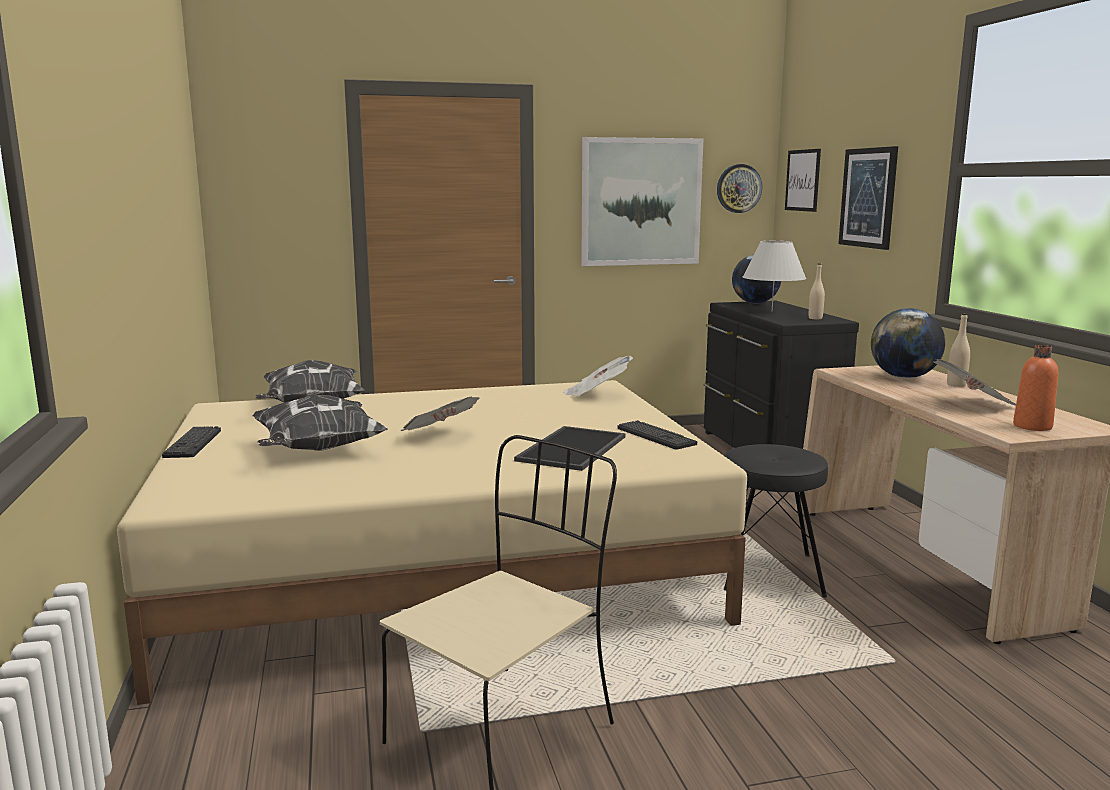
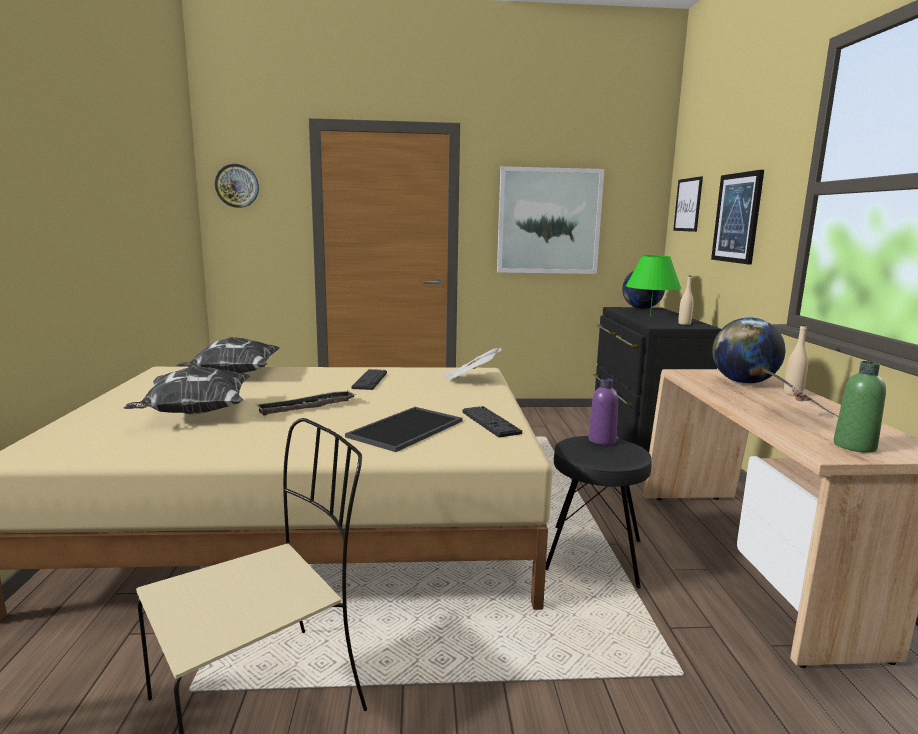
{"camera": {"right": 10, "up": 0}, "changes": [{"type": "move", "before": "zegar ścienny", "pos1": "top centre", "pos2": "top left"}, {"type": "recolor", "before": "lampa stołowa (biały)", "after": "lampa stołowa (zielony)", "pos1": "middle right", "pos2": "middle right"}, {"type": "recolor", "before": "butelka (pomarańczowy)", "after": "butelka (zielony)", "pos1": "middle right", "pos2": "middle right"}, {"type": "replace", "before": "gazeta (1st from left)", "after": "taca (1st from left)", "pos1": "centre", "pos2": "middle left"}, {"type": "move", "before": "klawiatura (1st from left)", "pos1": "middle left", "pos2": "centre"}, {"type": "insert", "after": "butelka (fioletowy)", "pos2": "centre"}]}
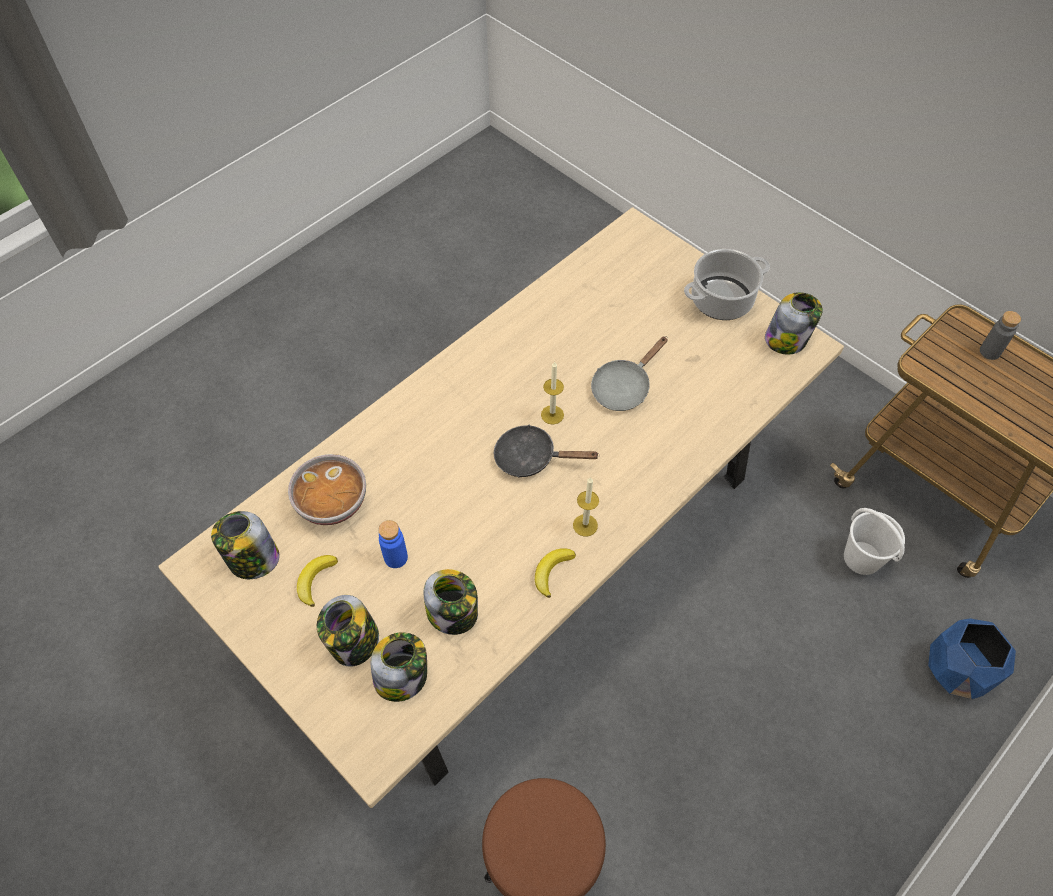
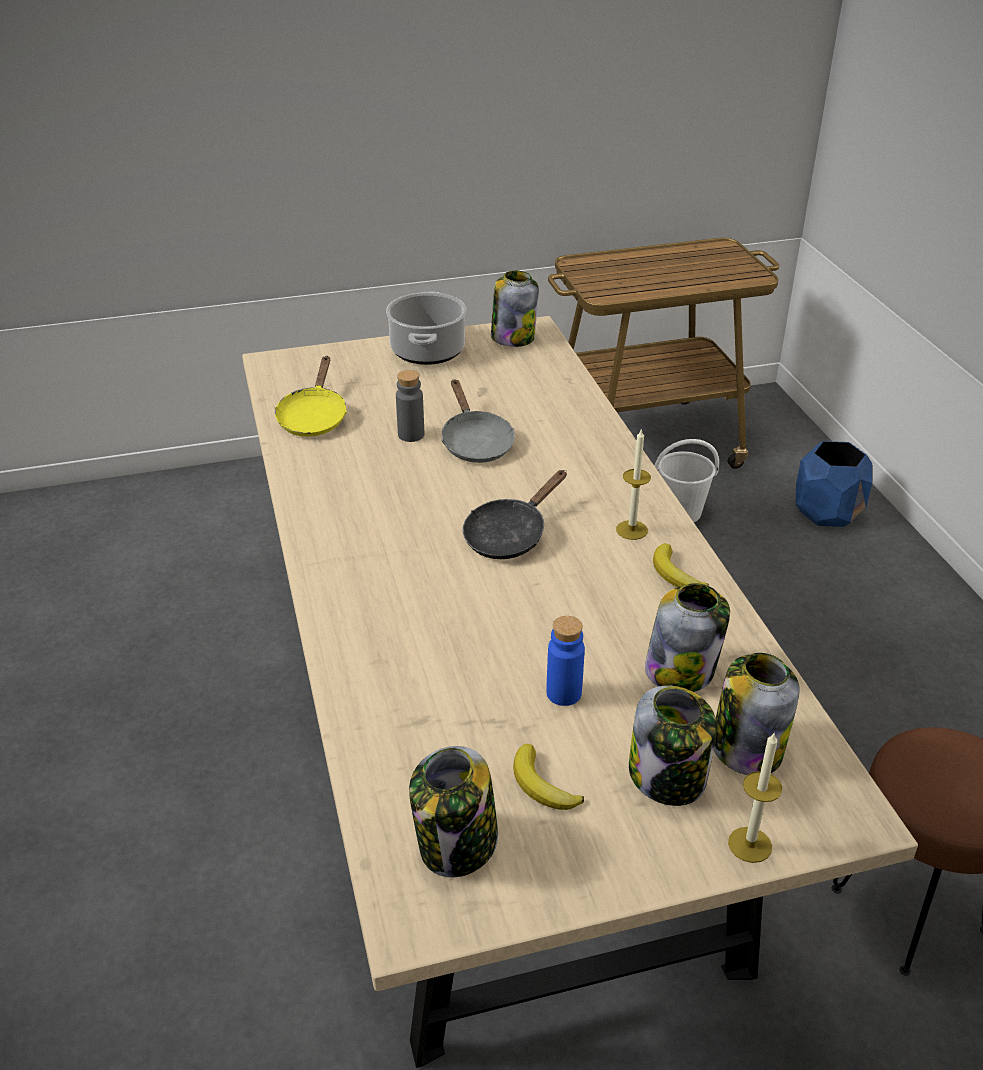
{"camera": {"right": -60, "up": -20}, "changes": [{"type": "move", "before": "butelka (szary)", "pos1": "middle right", "pos2": "centre"}, {"type": "move", "before": "świeca (1st from left in the first image)", "after": "świeca (2nd from left)", "pos1": "centre", "pos2": "bottom right"}, {"type": "delete", "before": "miska", "pos1": "middle left"}, {"type": "insert", "after": "patelnia (żółty)", "pos2": "middle left"}]}
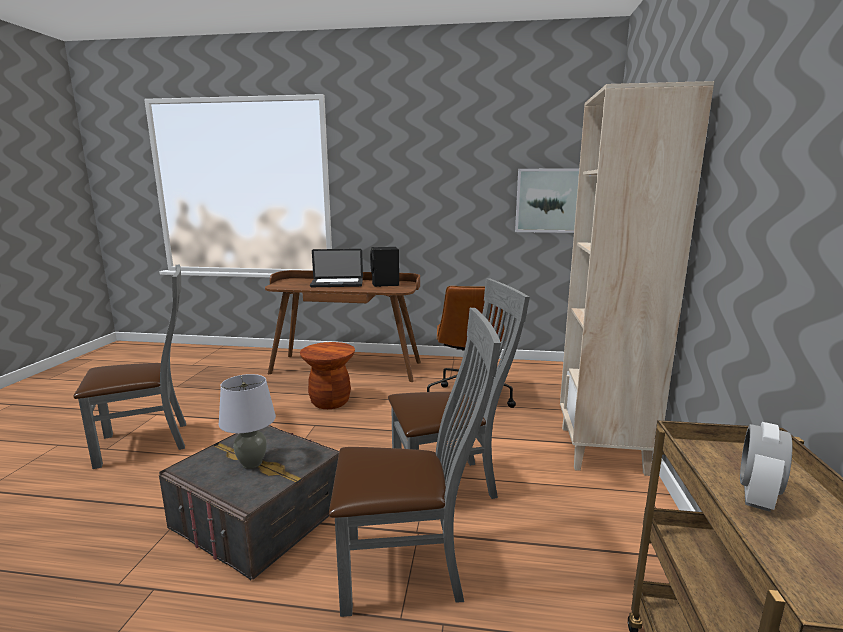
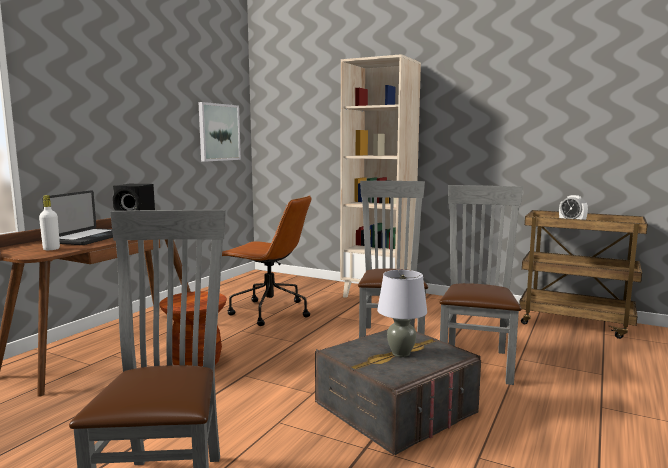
{"camera": {"right": -70, "up": -5}, "changes": [{"type": "insert", "after": "butelka (biały)", "pos2": "middle left"}]}
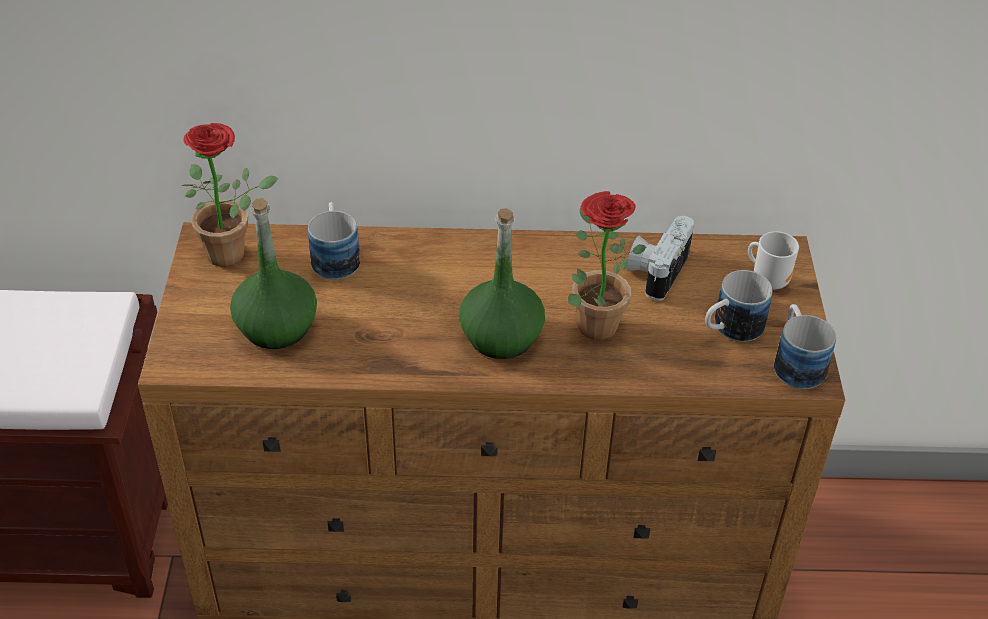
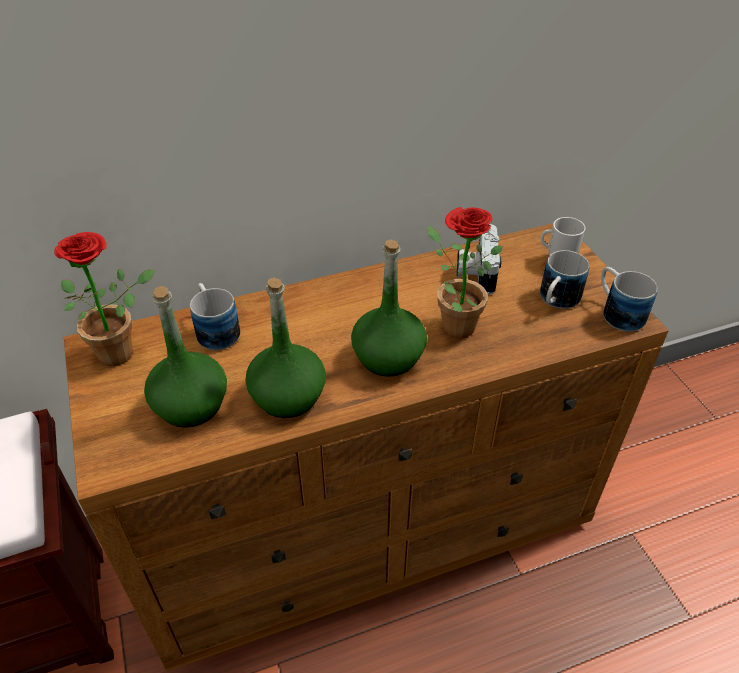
{"camera": {"right": -20, "up": 0}, "changes": [{"type": "insert", "after": "butelka (zielony) (2nd from left)", "pos2": "centre"}]}
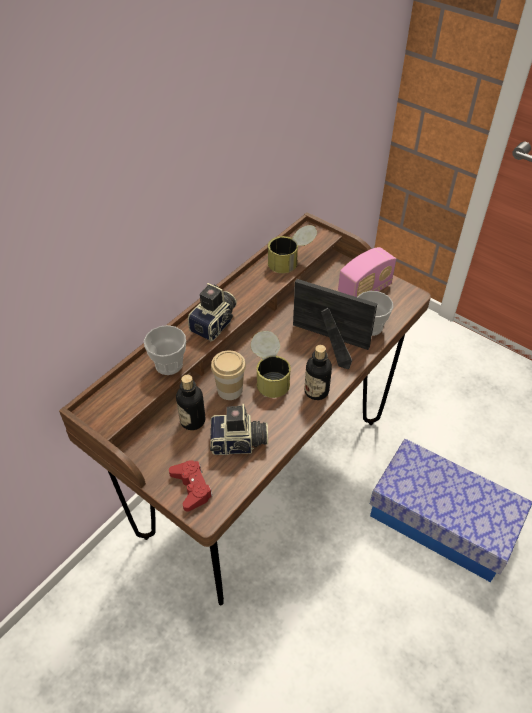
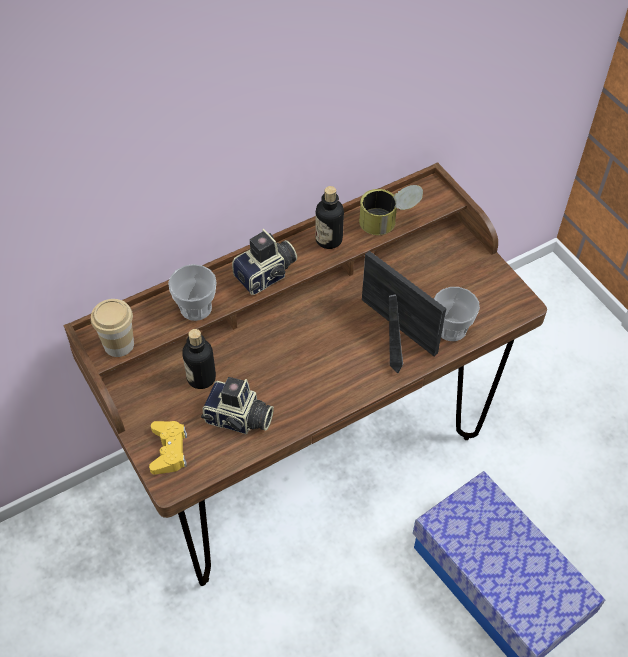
{"camera": {"right": 20, "up": 5}, "changes": [{"type": "delete", "before": "radio", "pos1": "middle right"}, {"type": "delete", "before": "puszka (1st from left)", "pos1": "centre"}, {"type": "move", "before": "butelka (2nd from left)", "pos1": "centre", "pos2": "top centre"}, {"type": "move", "before": "filiżanka (2nd from left in the first image)", "after": "filiżanka (1st from left)", "pos1": "centre", "pos2": "middle left"}, {"type": "recolor", "before": "pad do gier (czerwony)", "after": "pad do gier (żółty)", "pos1": "bottom centre", "pos2": "bottom left"}]}
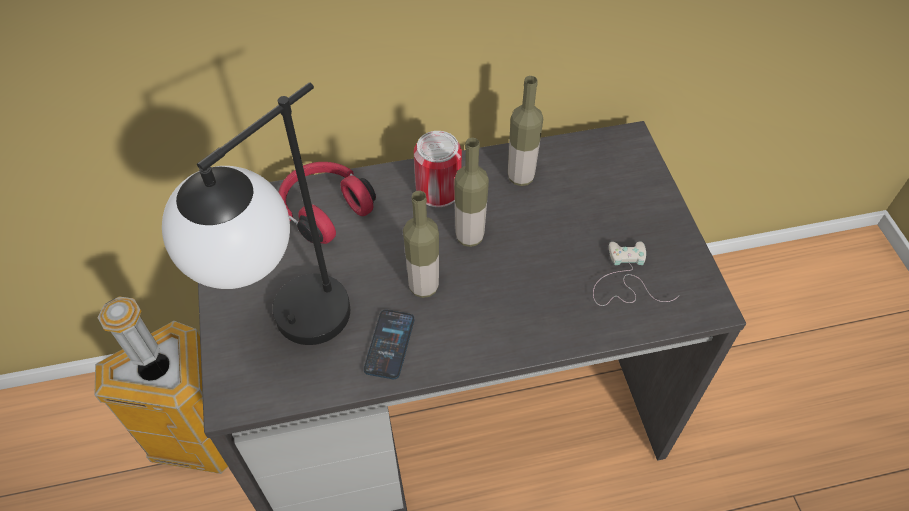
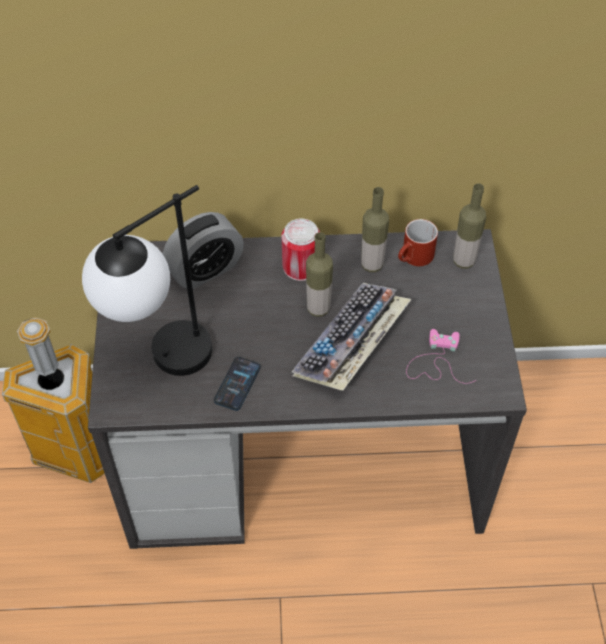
{"camera": {"right": 10, "up": 0}, "changes": [{"type": "replace", "before": "słuchawki (czerwony)", "after": "budzik", "pos1": "centre", "pos2": "centre"}, {"type": "move", "before": "butelka (1st from left in the first image)", "after": "butelka (3rd from left)", "pos1": "centre", "pos2": "middle right"}, {"type": "recolor", "before": "pad do gier (biały)", "after": "pad do gier (różowy)", "pos1": "middle right", "pos2": "middle right"}, {"type": "insert", "after": "kubek (czerwony)", "pos2": "middle right"}, {"type": "insert", "after": "klawiatura", "pos2": "centre"}]}
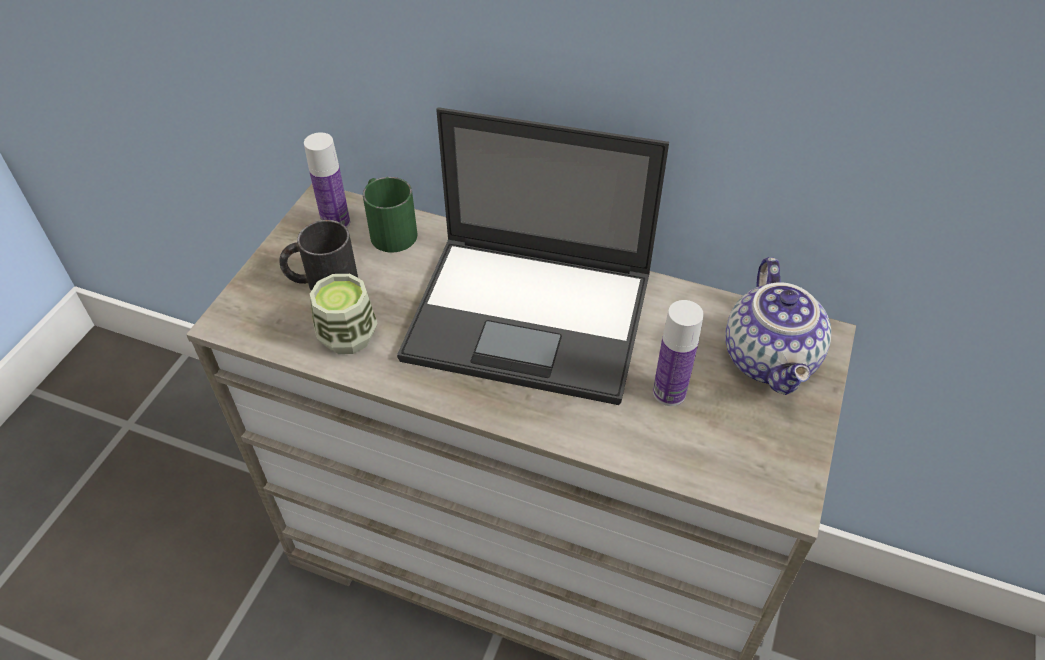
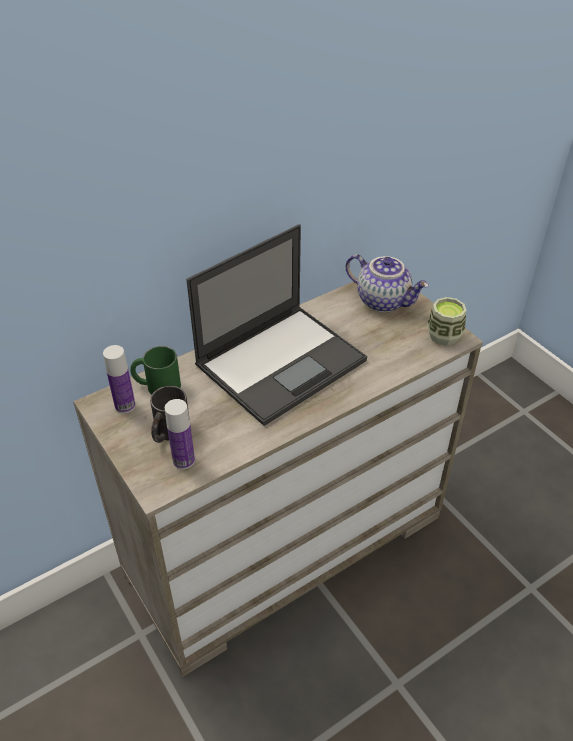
{"camera": {"right": -55, "up": -5}, "changes": [{"type": "move", "before": "filiżanka", "pos1": "middle left", "pos2": "middle right"}, {"type": "move", "before": "butelka (2nd from left)", "pos1": "centre", "pos2": "middle left"}]}
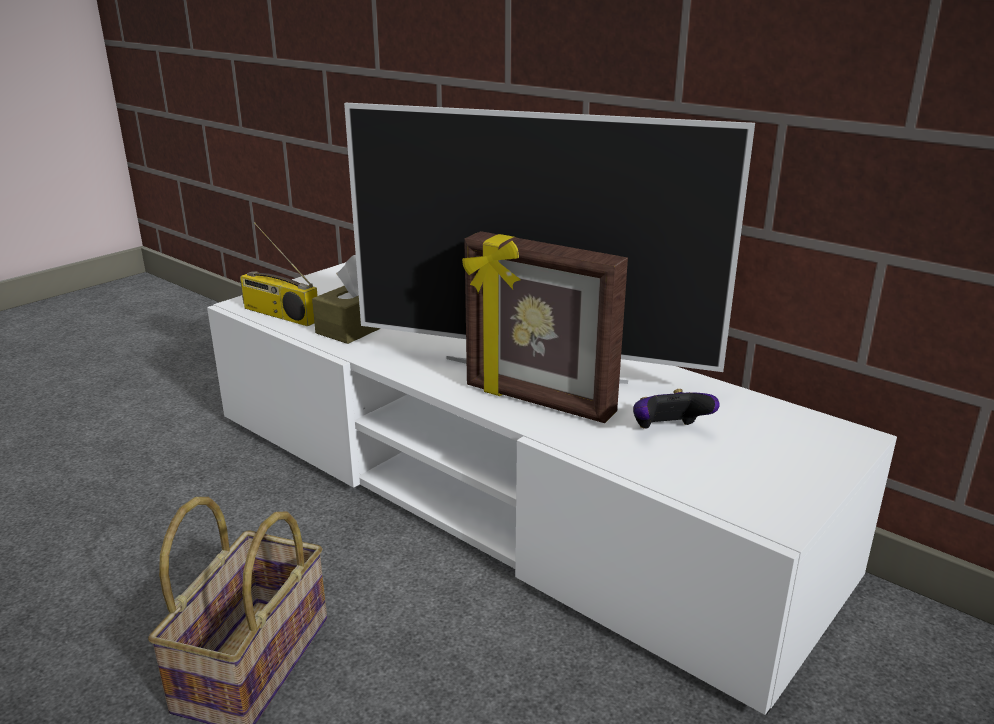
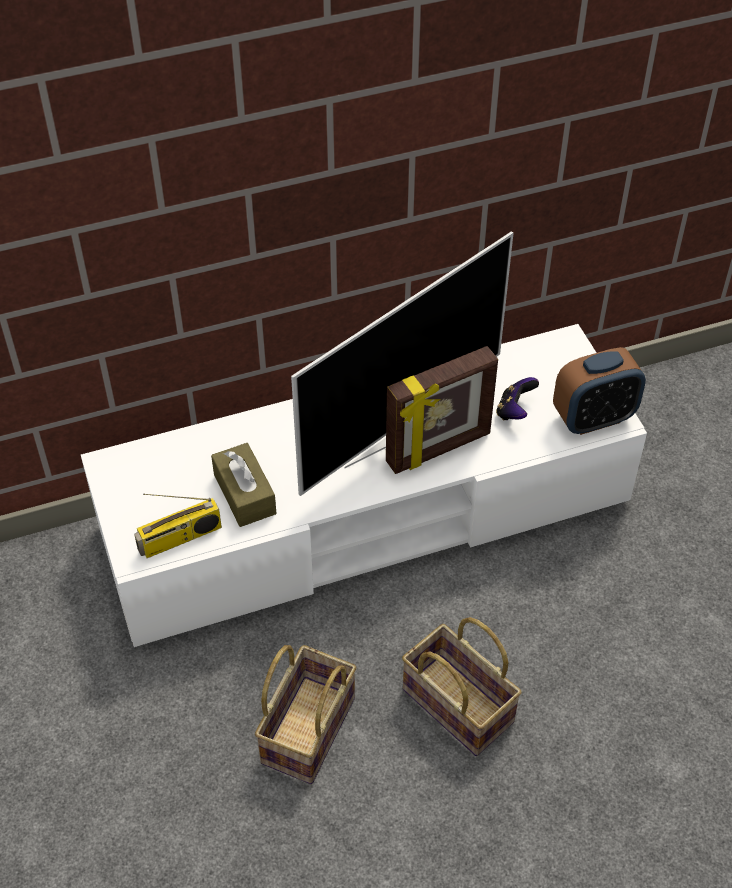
{"camera": {"right": -60, "up": 25}, "changes": [{"type": "insert", "after": "budzik", "pos2": "middle right"}, {"type": "insert", "after": "koszyk (1st from left)", "pos2": "bottom centre"}]}
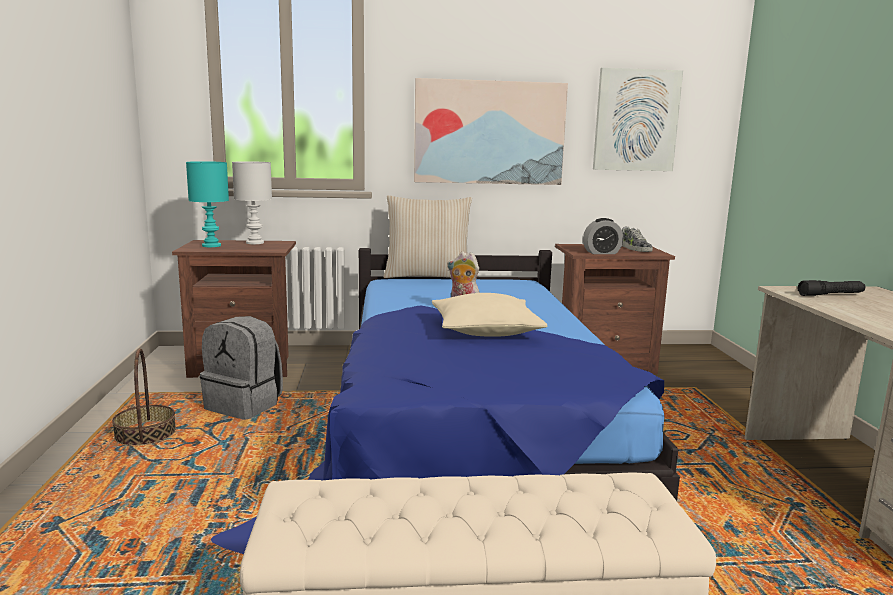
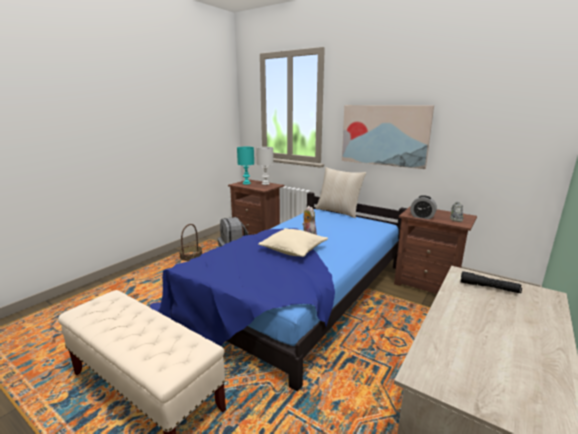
{"camera": {"right": 40, "up": 5}, "changes": [{"type": "delete", "before": "obraz (2nd from left)", "pos1": "top right"}]}
